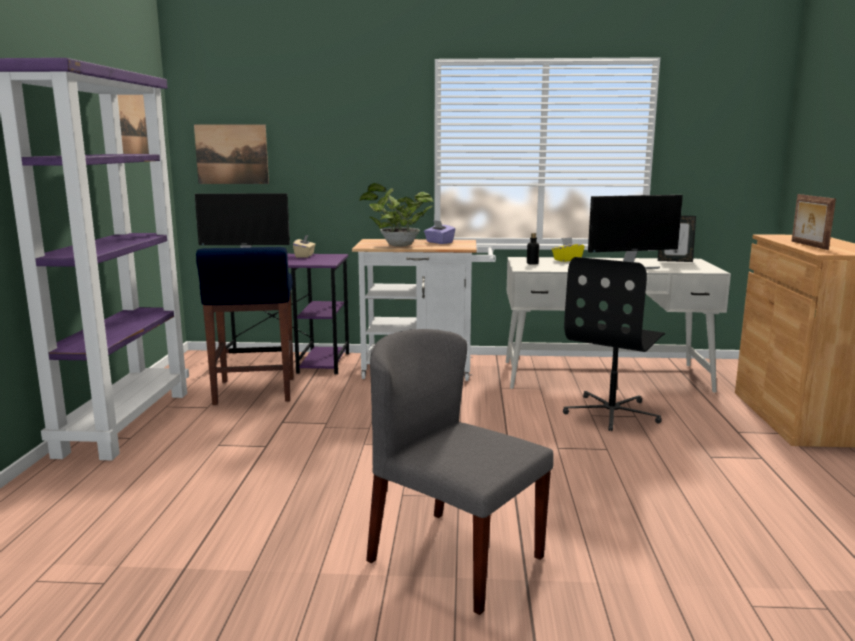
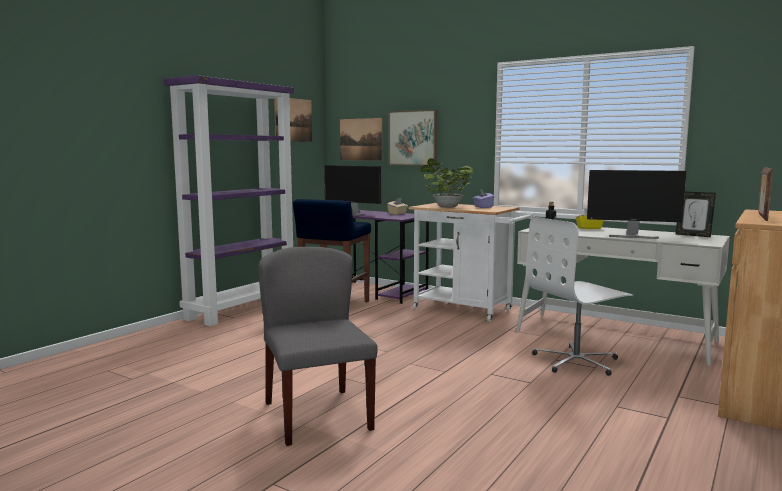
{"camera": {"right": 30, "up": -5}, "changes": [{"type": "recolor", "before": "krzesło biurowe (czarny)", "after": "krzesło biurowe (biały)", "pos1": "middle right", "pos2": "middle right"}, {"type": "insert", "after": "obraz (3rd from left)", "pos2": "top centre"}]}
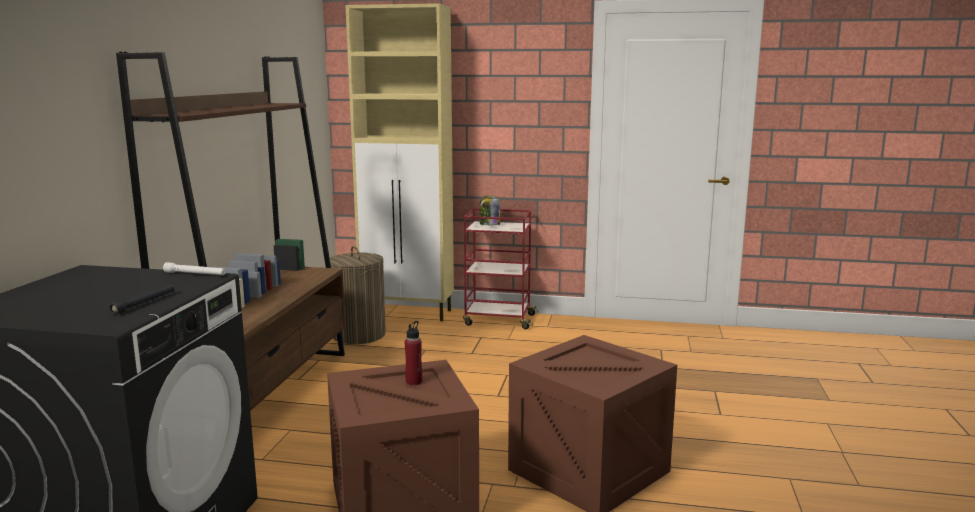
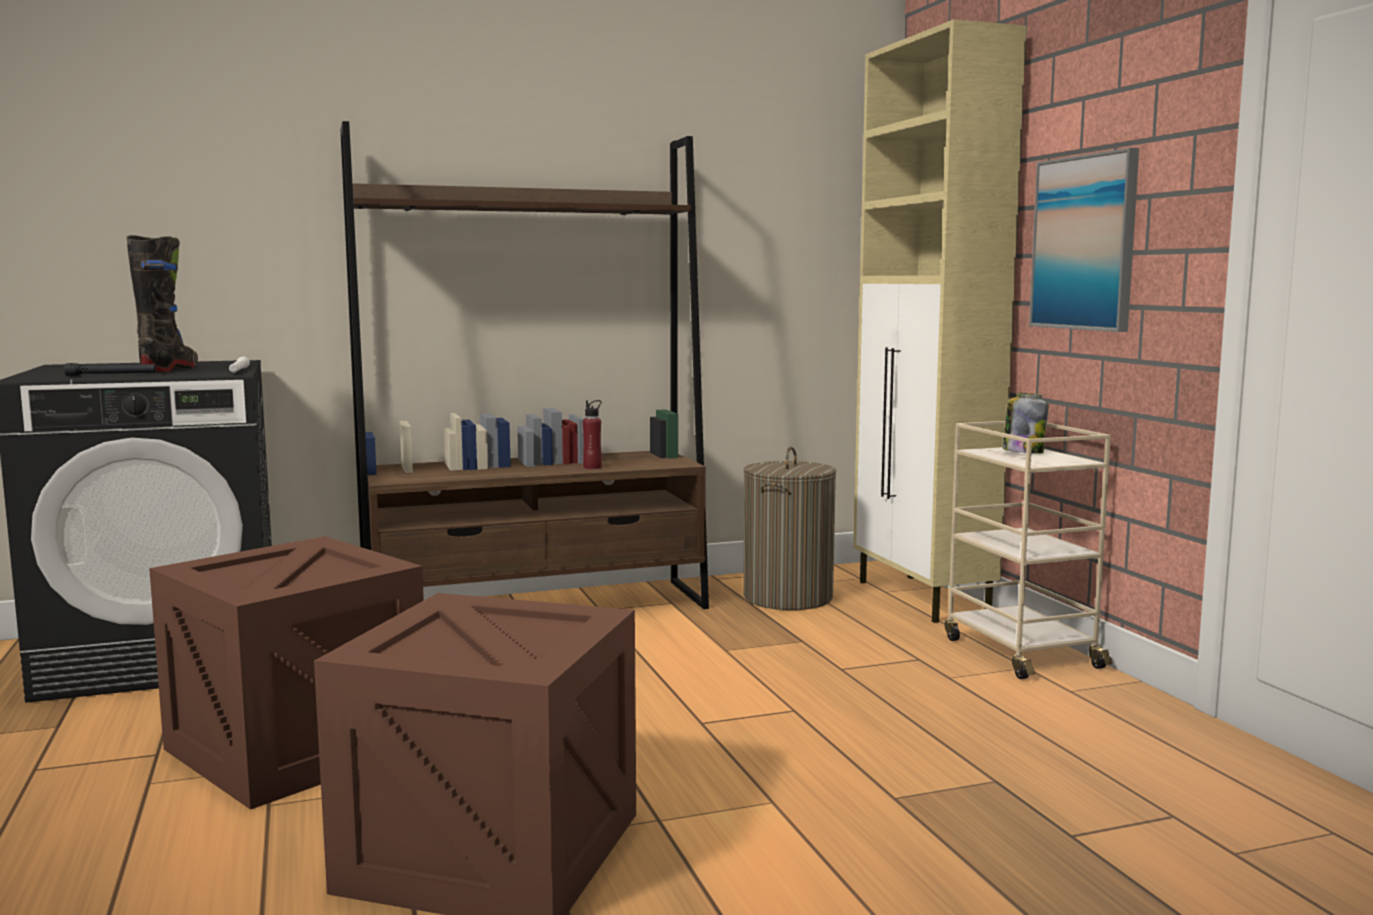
{"camera": {"right": 60, "up": -5}, "changes": [{"type": "recolor", "before": "wózek (czerwony)", "after": "wózek (beżowy)", "pos1": "centre", "pos2": "middle right"}, {"type": "move", "before": "butelka (czerwony)", "pos1": "bottom centre", "pos2": "centre"}, {"type": "insert", "after": "obraz", "pos2": "top right"}, {"type": "insert", "after": "but z cholewką (czarny)", "pos2": "top left"}]}
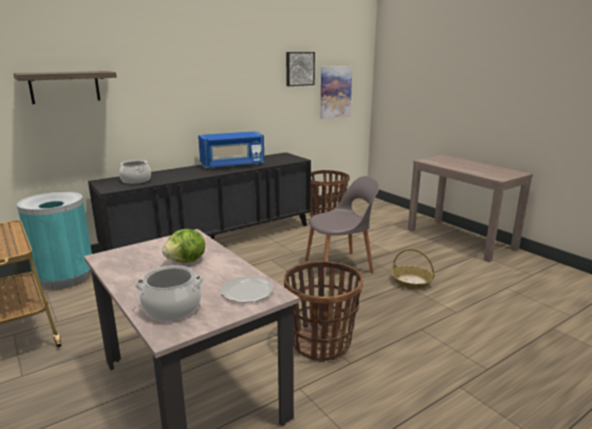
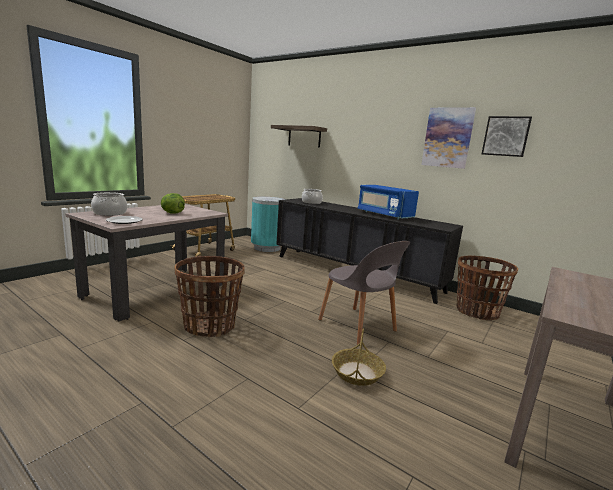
{"camera": {"right": 70, "up": -5}, "changes": [{"type": "move", "before": "obraz (2nd from left in the first image)", "after": "obraz (1st from left)", "pos1": "top centre", "pos2": "top right"}]}
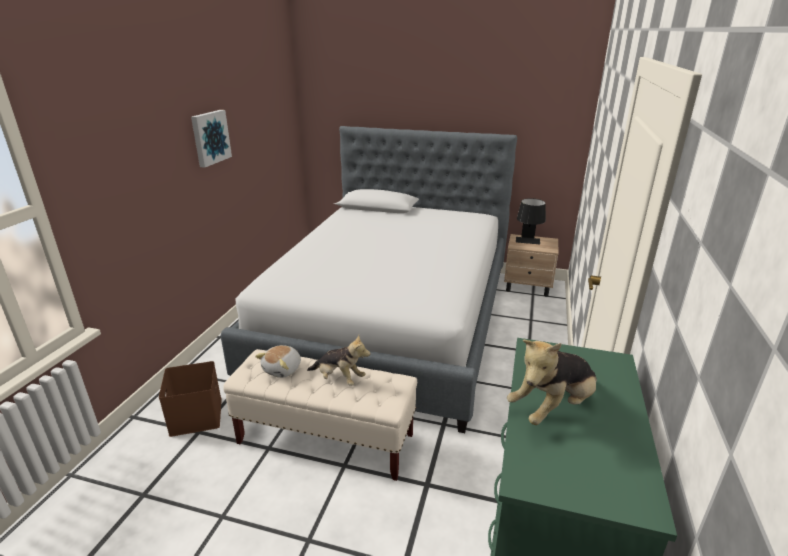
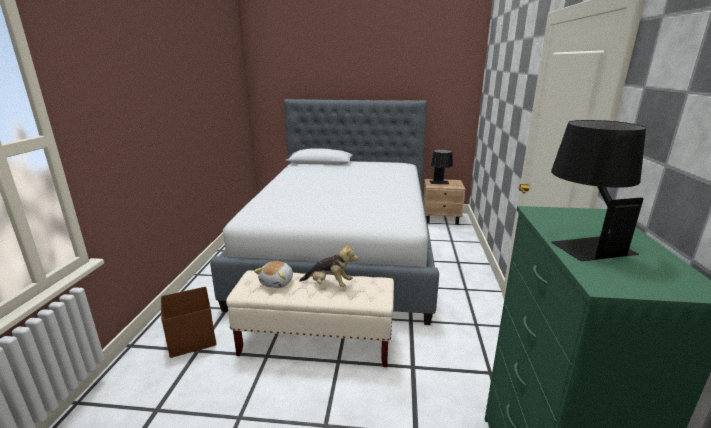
{"camera": {"right": -10, "up": -5}, "changes": [{"type": "delete", "before": "obraz", "pos1": "top left"}, {"type": "replace", "before": "pluszak (3rd from left)", "after": "lampa stołowa (czarny) (2nd from left)", "pos1": "bottom right", "pos2": "middle right"}]}
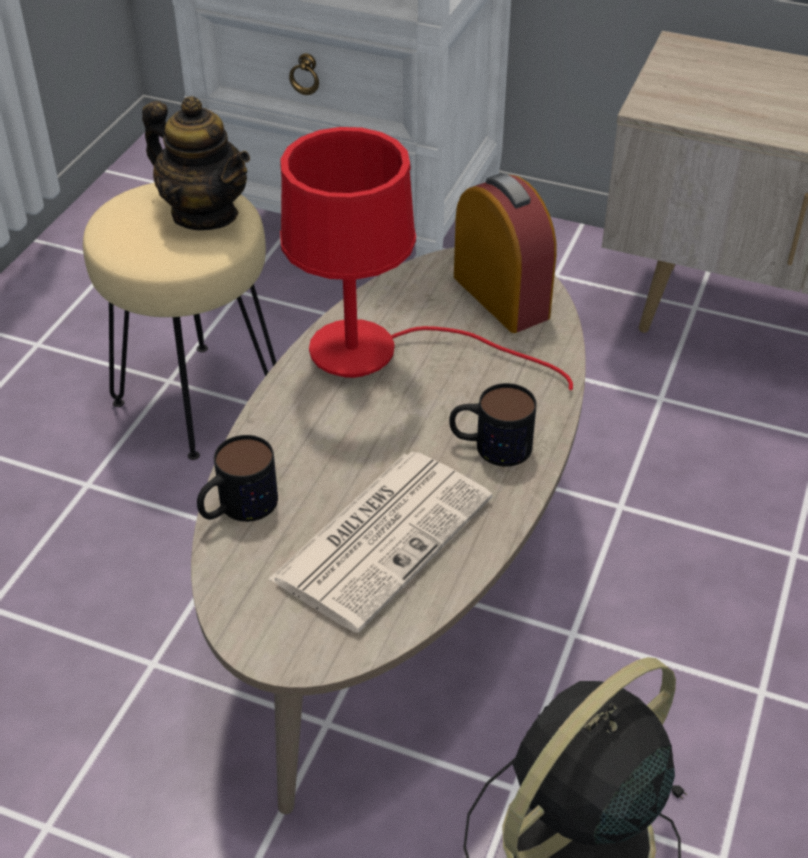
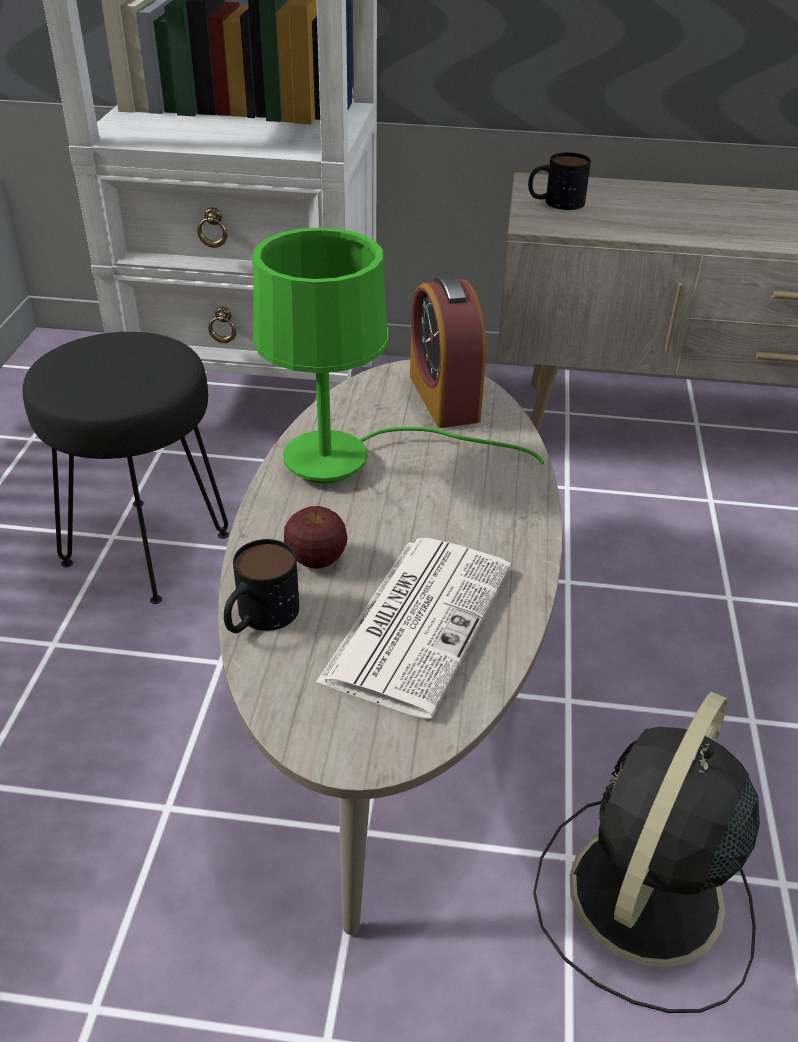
{"camera": {"right": -15, "up": -5}, "changes": [{"type": "delete", "before": "imbryk", "pos1": "top left"}, {"type": "recolor", "before": "lampa stołowa (czerwony)", "after": "lampa stołowa (zielony)", "pos1": "top centre", "pos2": "centre"}, {"type": "rotate", "before": "budzik", "pos1": "top centre", "pos2": "centre", "turn": -150}, {"type": "recolor", "before": "stołek (beżowy)", "after": "stołek (czarny)", "pos1": "middle left", "pos2": "middle left"}, {"type": "move", "before": "kubek (2nd from left)", "pos1": "centre", "pos2": "top right"}, {"type": "insert", "after": "jabłko", "pos2": "centre"}]}
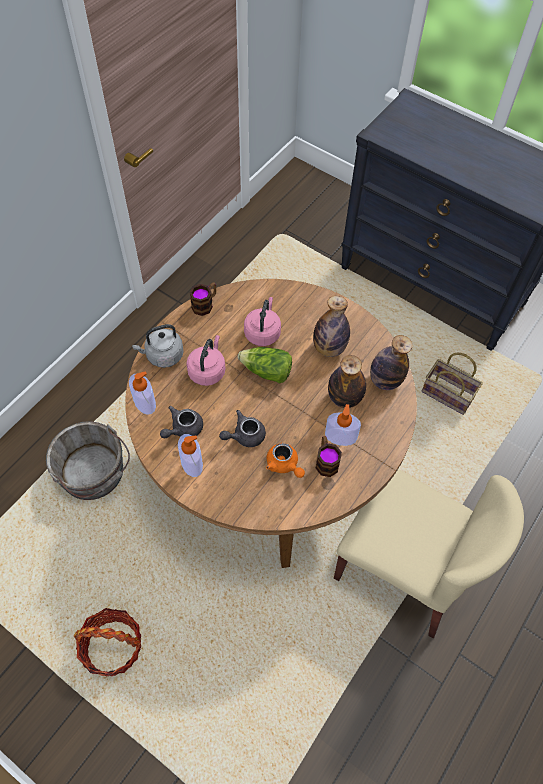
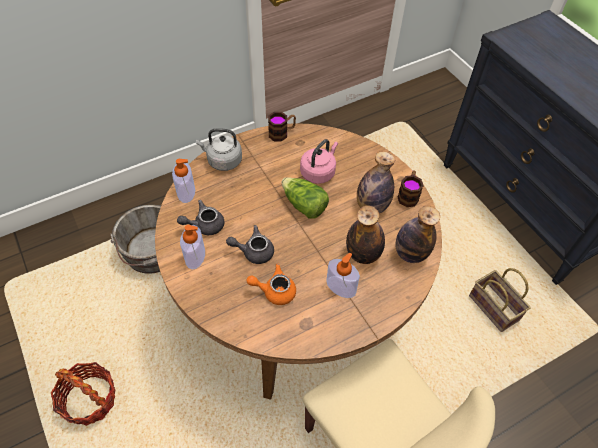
{"camera": {"right": 25, "up": -5}, "changes": [{"type": "delete", "before": "czajnik (różowy) (1st from left)", "pos1": "centre"}, {"type": "move", "before": "kubek (2nd from left)", "pos1": "centre", "pos2": "middle right"}, {"type": "rotate", "before": "imbryk (pomarańczowy)", "pos1": "centre", "pos2": "centre", "turn": 105}]}
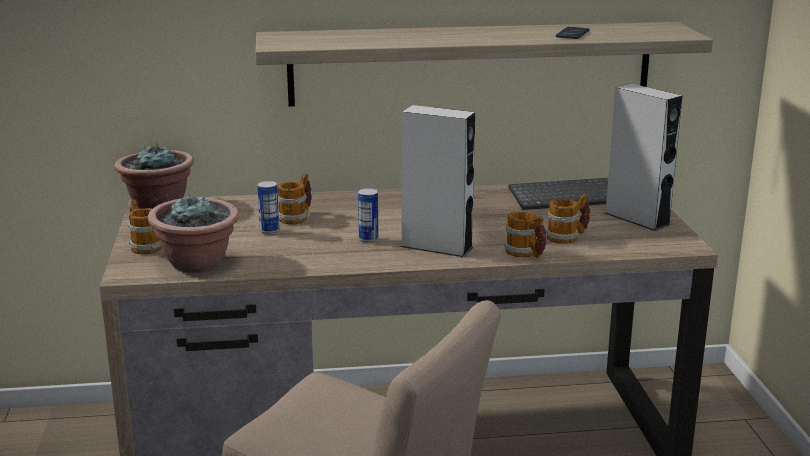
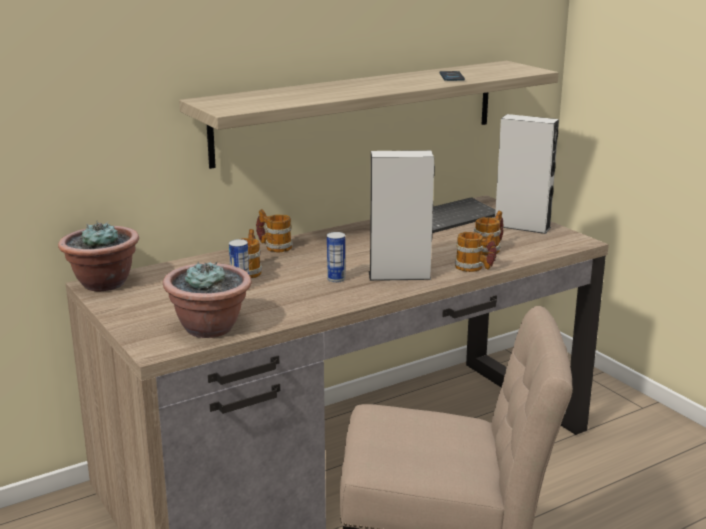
{"camera": {"right": -25, "up": 0}, "changes": [{"type": "move", "before": "kubek (1st from left in the first image)", "after": "kubek (2nd from left)", "pos1": "middle left", "pos2": "centre"}]}
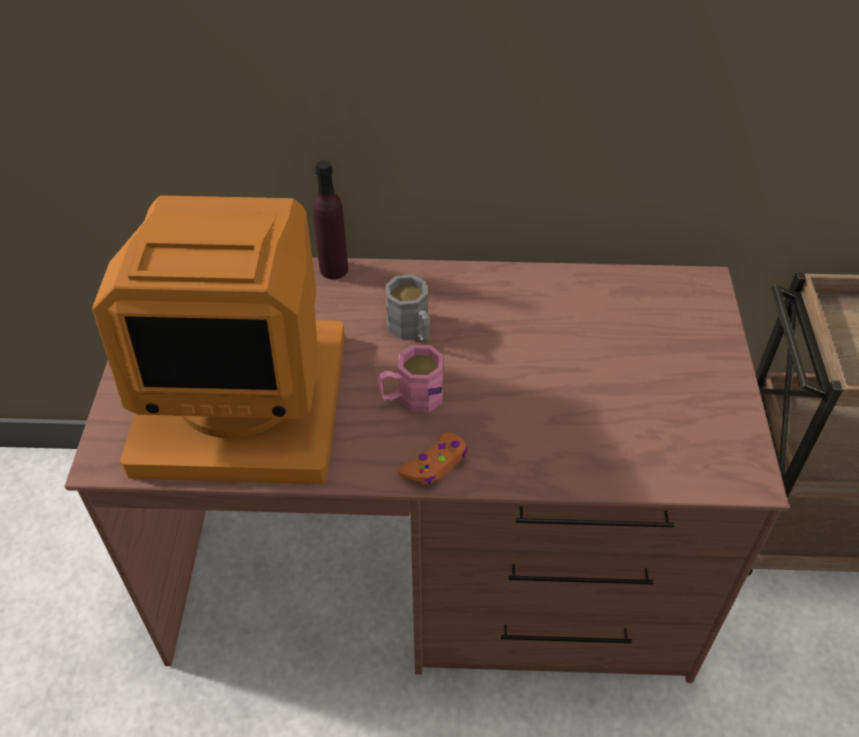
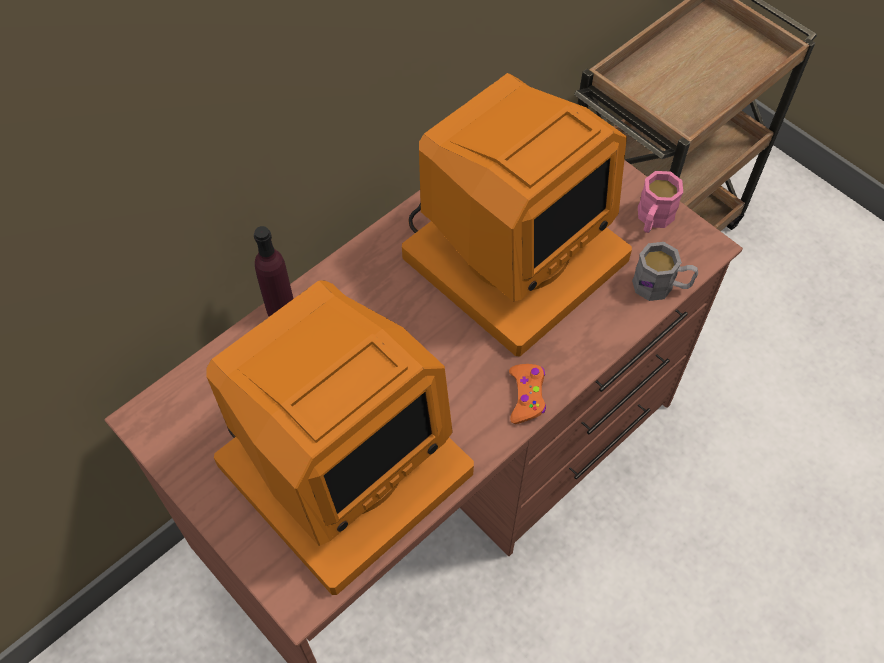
{"camera": {"right": -45, "up": 10}, "changes": [{"type": "move", "before": "kubek (szary)", "pos1": "centre", "pos2": "middle right"}, {"type": "move", "before": "kubek (różowy)", "pos1": "centre", "pos2": "top right"}, {"type": "insert", "after": "monitor (2nd from left)", "pos2": "top centre"}]}
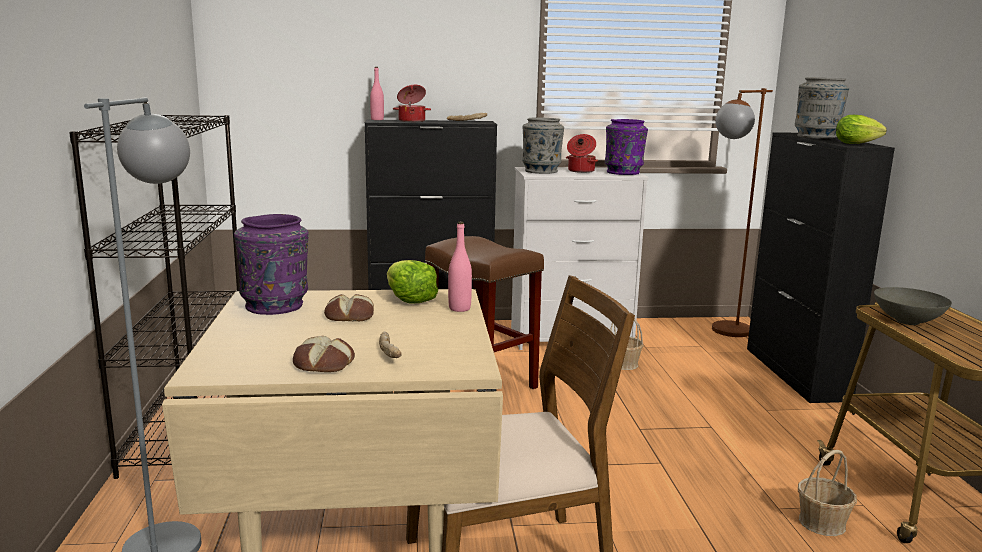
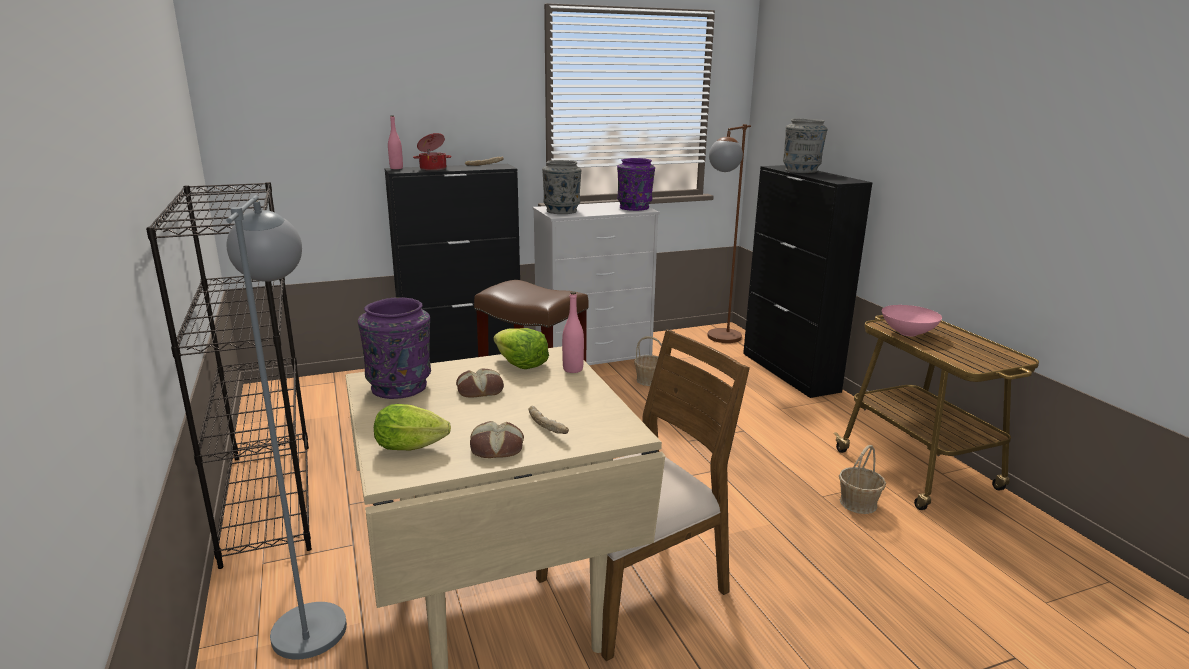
{"camera": {"right": -15, "up": 5}, "changes": [{"type": "move", "before": "sałata (2nd from left in the first image)", "after": "sałata (1st from left)", "pos1": "top right", "pos2": "centre"}, {"type": "delete", "before": "garnek (2nd from left)", "pos1": "top centre"}, {"type": "recolor", "before": "miska (szary)", "after": "miska (różowy)", "pos1": "middle right", "pos2": "middle right"}]}
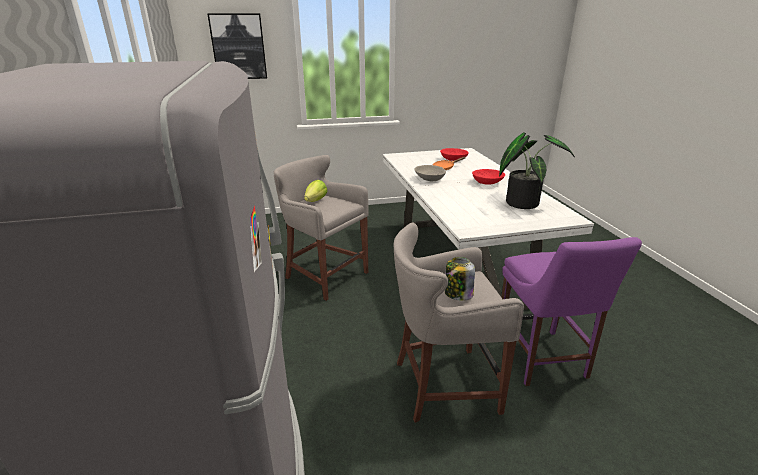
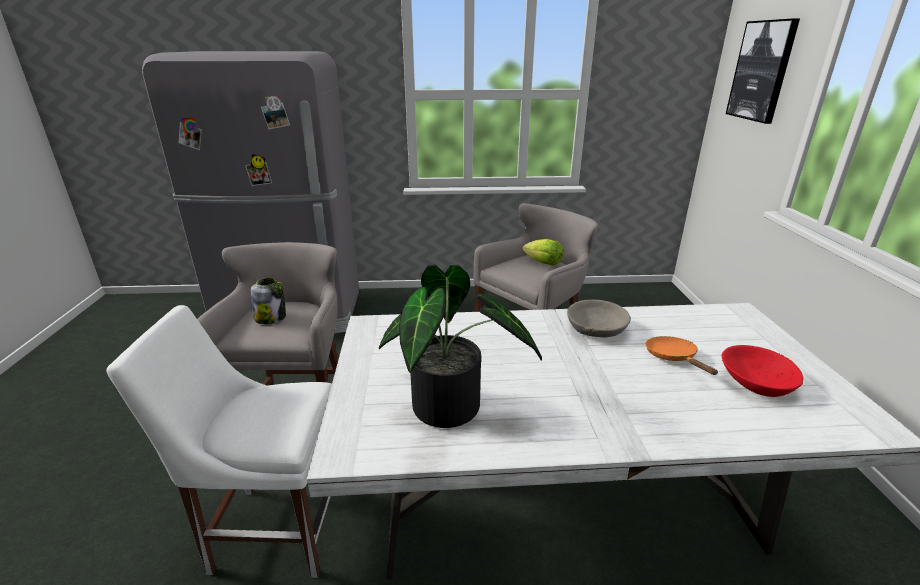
{"camera": {"right": 100, "up": 0}, "changes": [{"type": "delete", "before": "miska (czerwony) (2nd from left)", "pos1": "centre"}, {"type": "recolor", "before": "krzesło (fioletowy)", "after": "krzesło (biały)", "pos1": "middle right", "pos2": "bottom left"}]}
